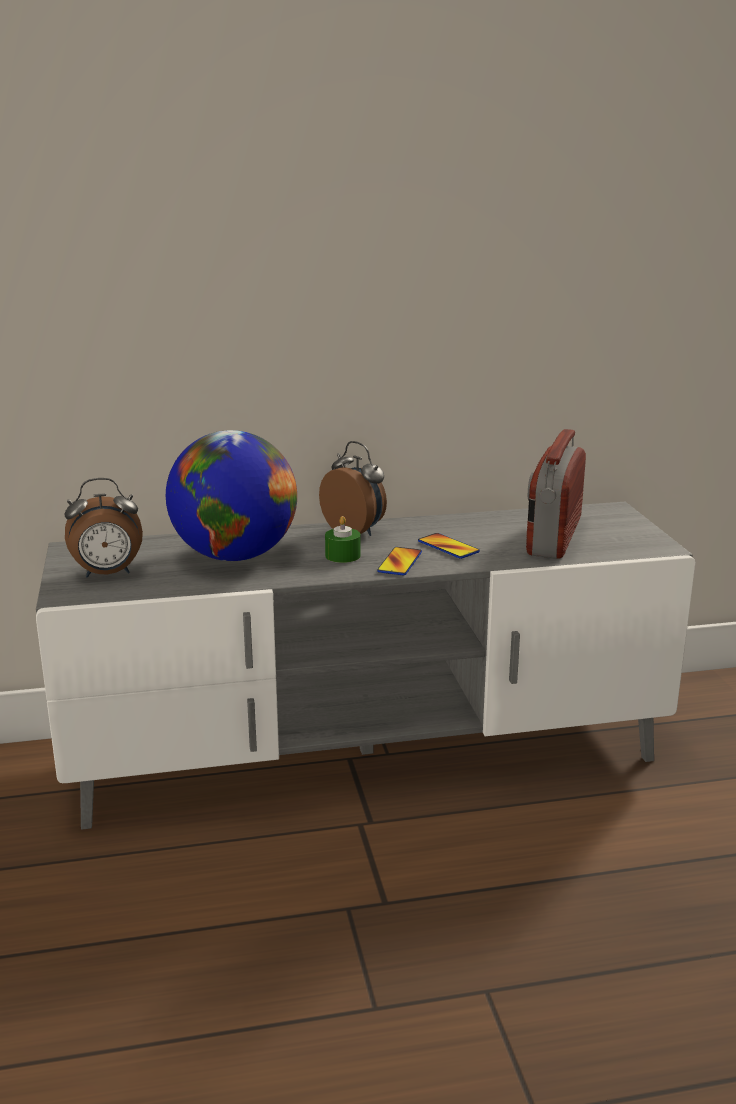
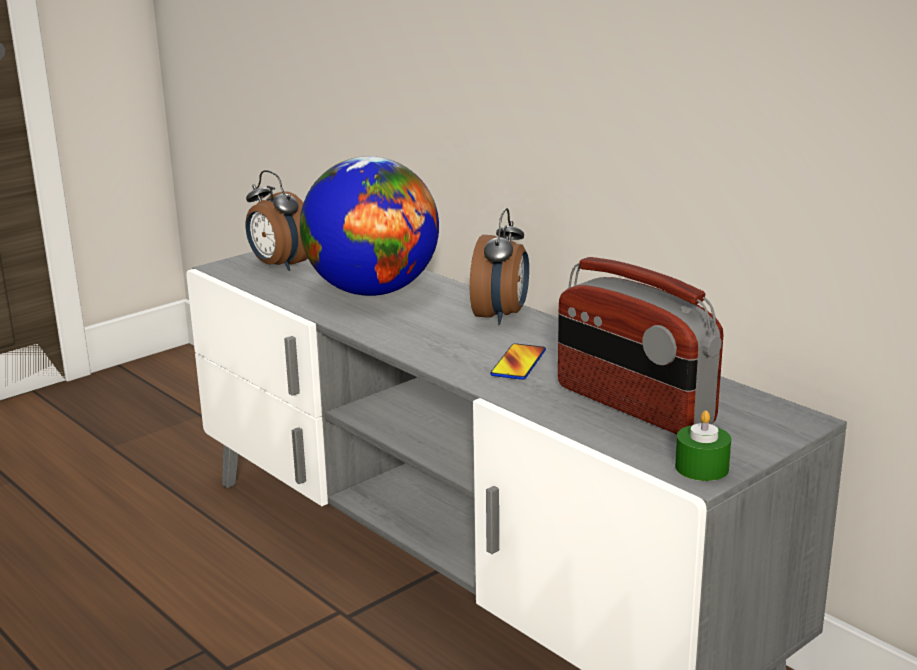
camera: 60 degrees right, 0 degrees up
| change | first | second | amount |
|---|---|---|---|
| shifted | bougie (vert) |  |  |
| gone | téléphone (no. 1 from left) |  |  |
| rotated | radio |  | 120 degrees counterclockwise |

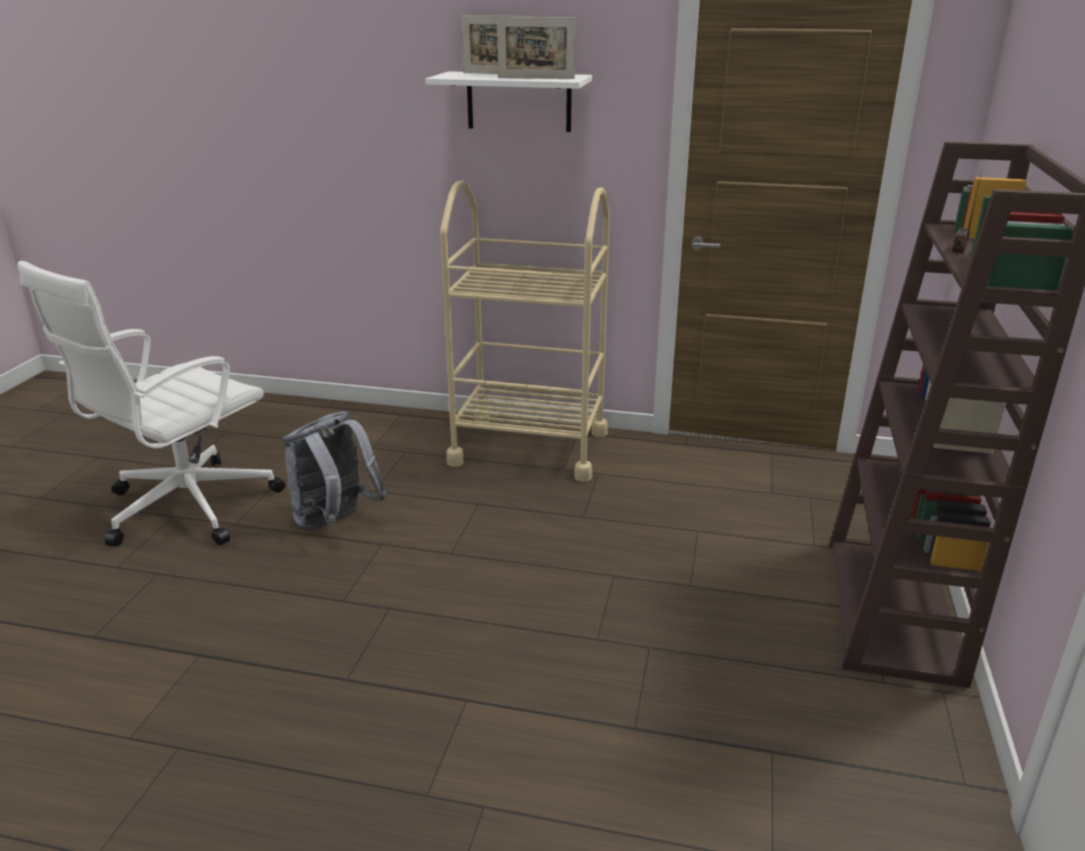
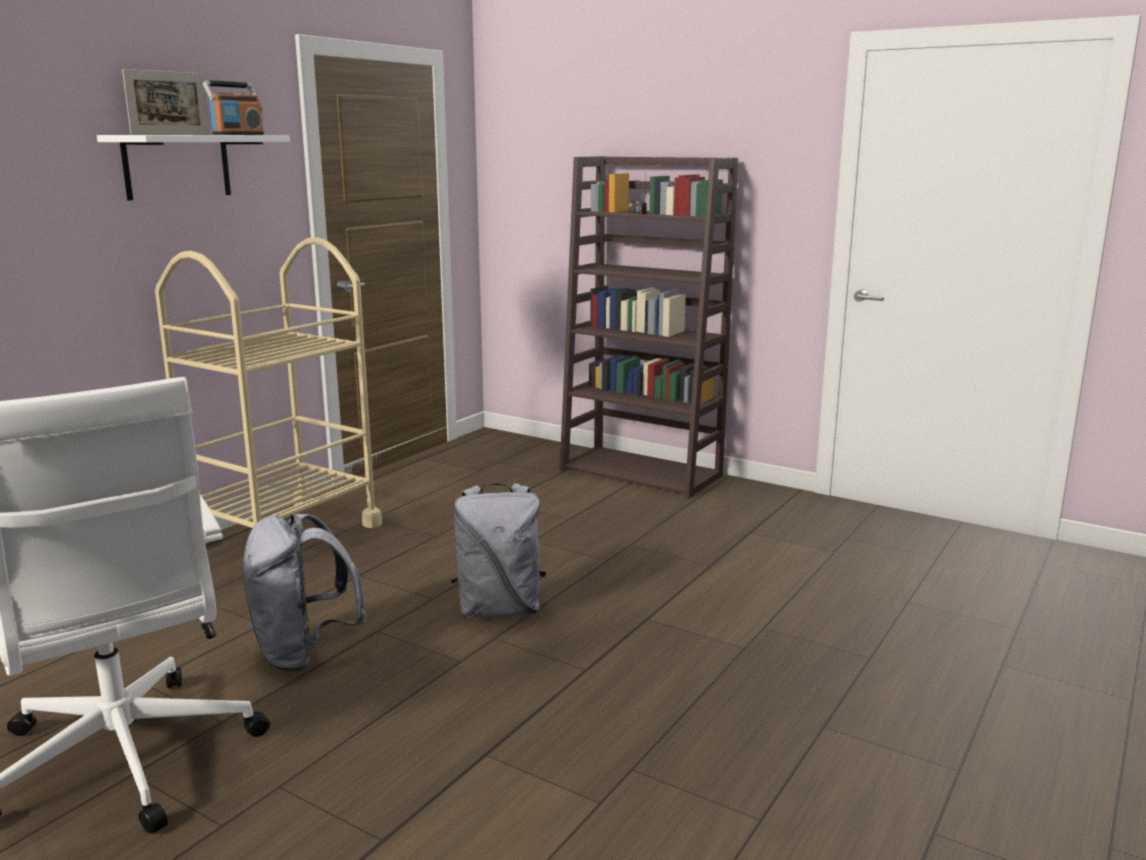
camera: 70 degrees left, 10 degrees down
| change | first | second | amount |
|---|---|---|---|
| swapped | cadre photo (no. 2 from left) | radio (no. 1 from left) |  |
| new |  | sac à dos (gris) (no. 2 from left) |  |

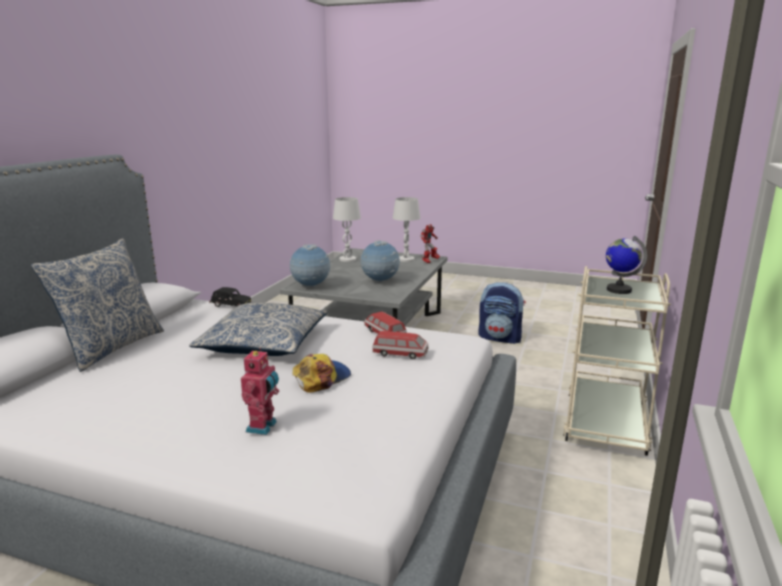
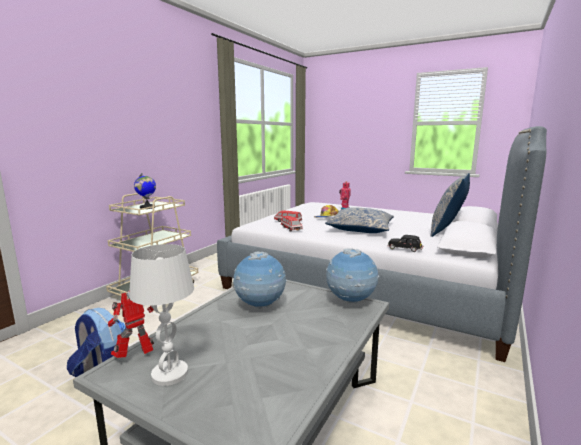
camera: 170 degrees left, 5 degrees down
| change | first | second | amount |
|---|---|---|---|
| gone | lampe de table (blanc) (no. 1 from left) |  |  |

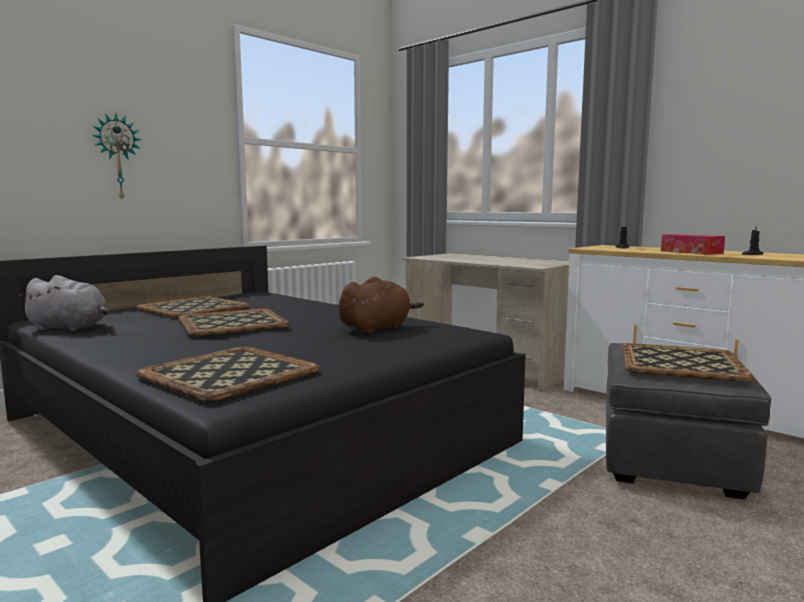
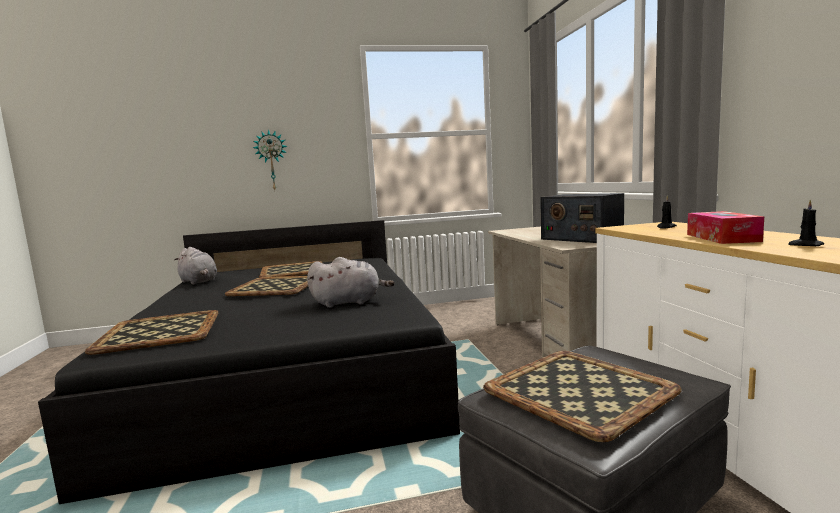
camera: 35 degrees right, 0 degrees up
| change | first | second | amount |
|---|---|---|---|
| repainted | peluche (marron) | peluche (gris) (no. 2 from left) |  |
| new |  | radio |  |

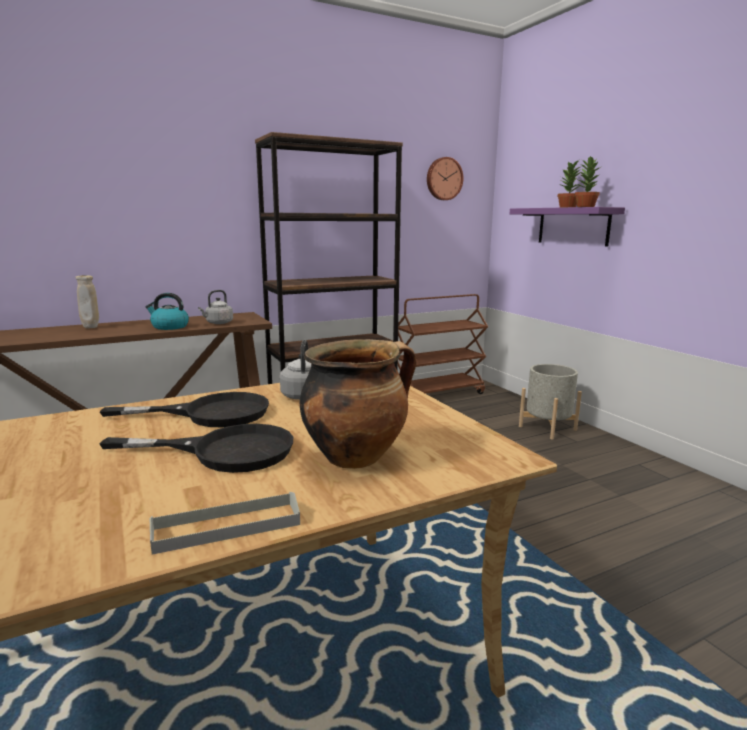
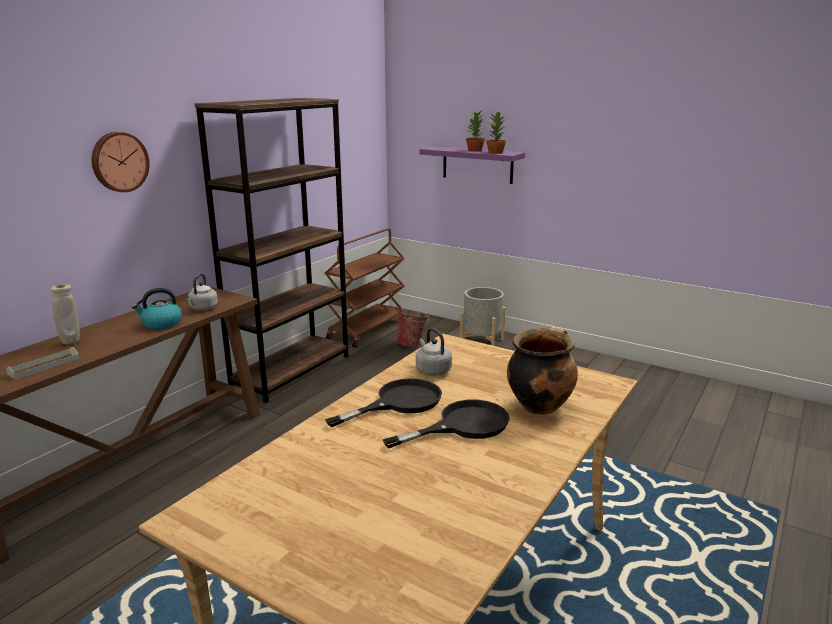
camera: 30 degrees left, 5 degrees up
| change | first | second | amount |
|---|---|---|---|
| shifted | plateau (gris) |  |  |
| shifted | horloge murale |  |  |
| new |  | seau |  |

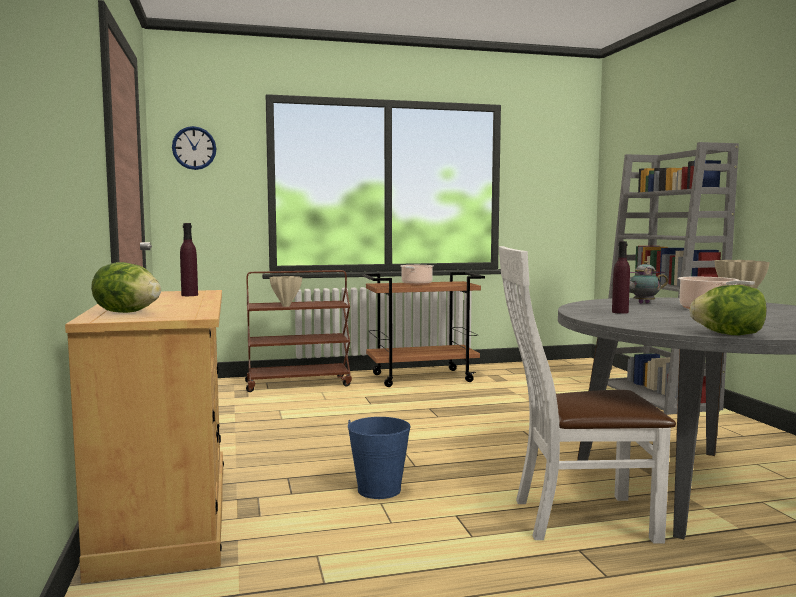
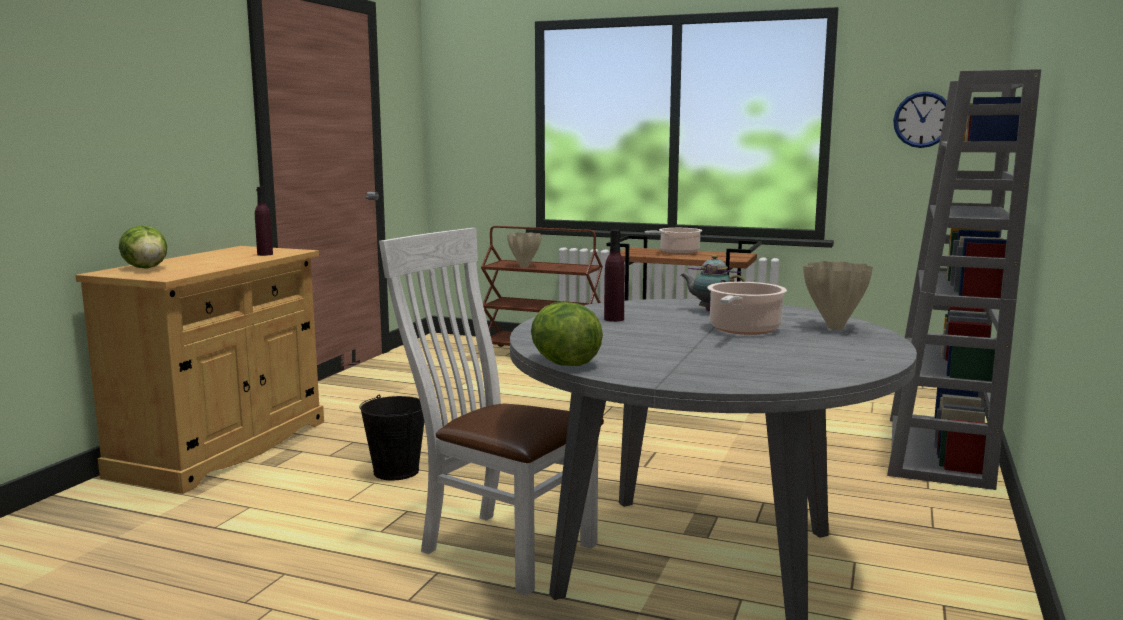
camera: 35 degrees right, 5 degrees up
| change | first | second | amount |
|---|---|---|---|
| shifted | horloge murale |  |  |
| repainted | seau (bleu) | seau (noir) |  |

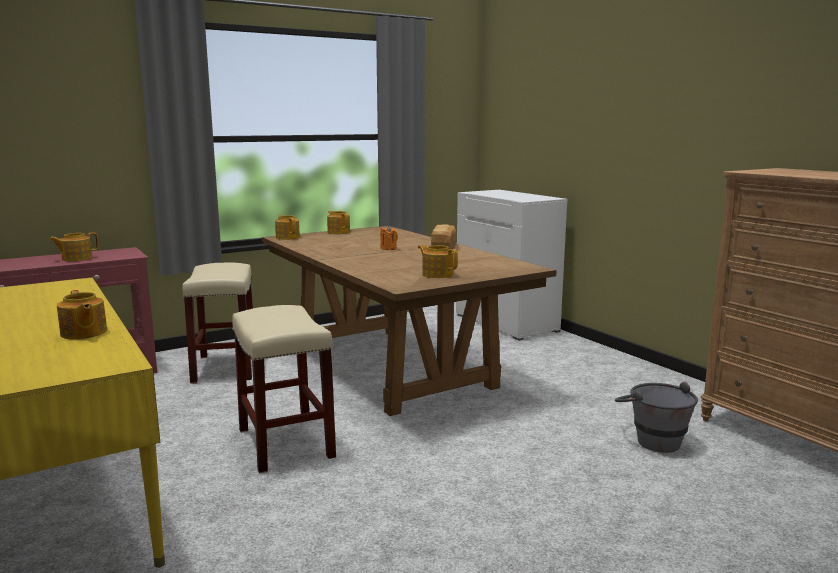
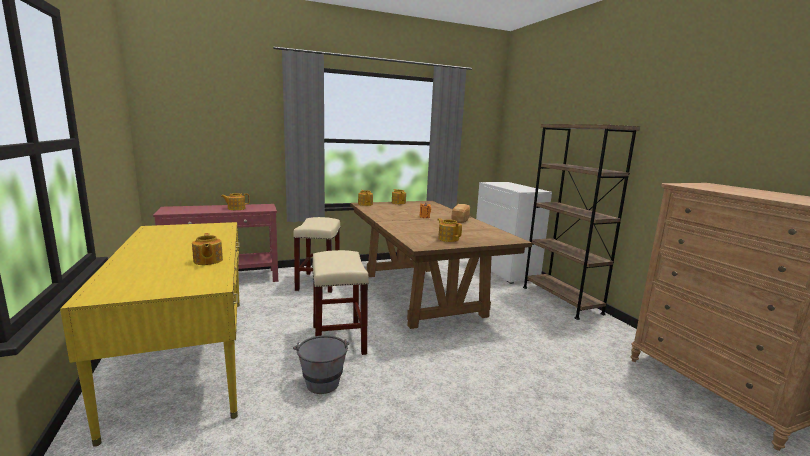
camera: 10 degrees right, 0 degrees up
| change | first | second | amount |
|---|---|---|---|
| shifted | seau (gris) |  |  |
| new |  | bibliothèque (marron) |  |

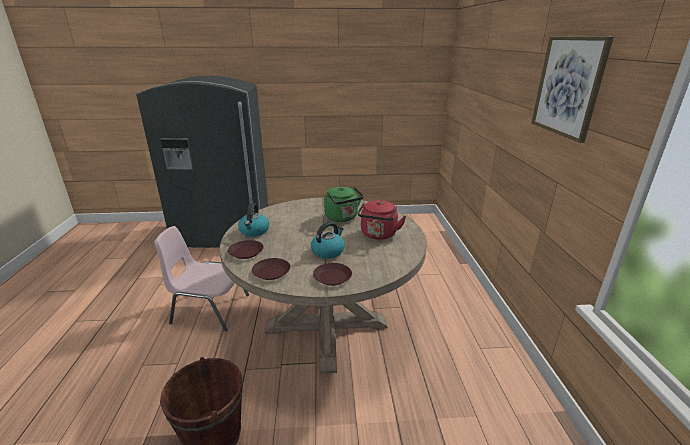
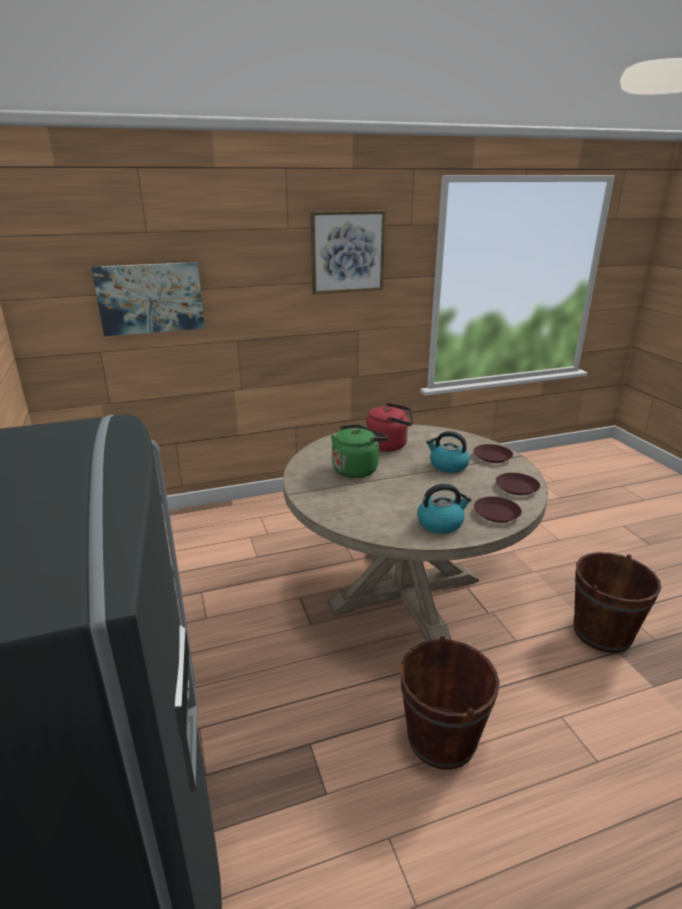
camera: 105 degrees left, 0 degrees up
| change | first | second | amount |
|---|---|---|---|
| swapped | chaise (rose) | seau (marron) (no. 1 from left) |  |
| new |  | tableau (no. 1 from left) |  |

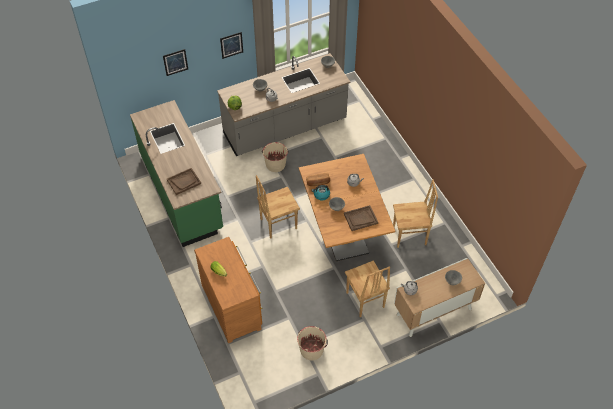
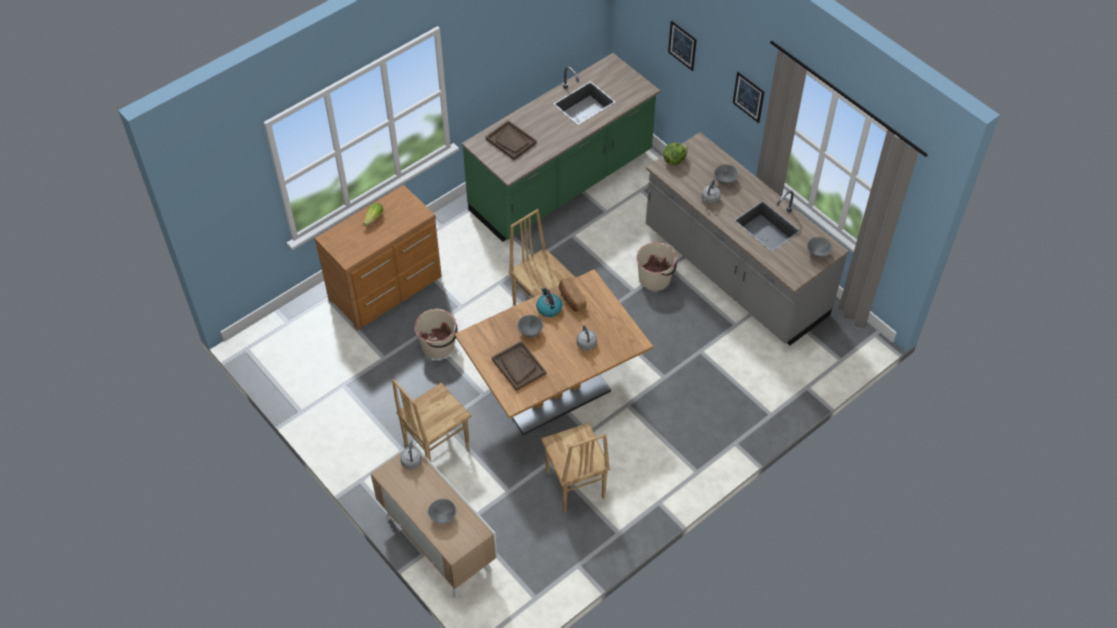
camera: 75 degrees right, 0 degrees up
| change | first | second | amount |
|---|---|---|---|
| shifted | seau (beige) (no. 2 from left in the first image) | seau (beige) (no. 1 from left) |  |

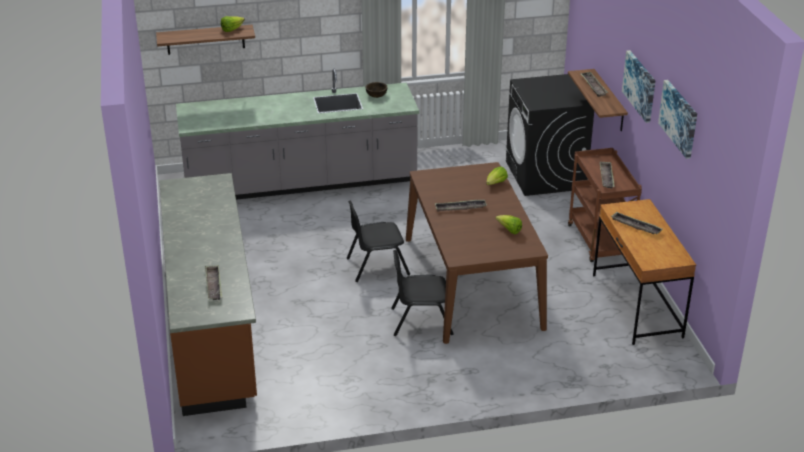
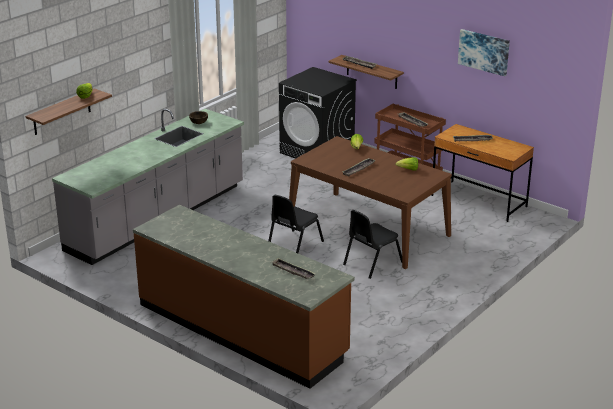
camera: 40 degrees left, 5 degrees down
| change | first | second | amount |
|---|---|---|---|
| gone | tableau (no. 1 from left) |  |  |

